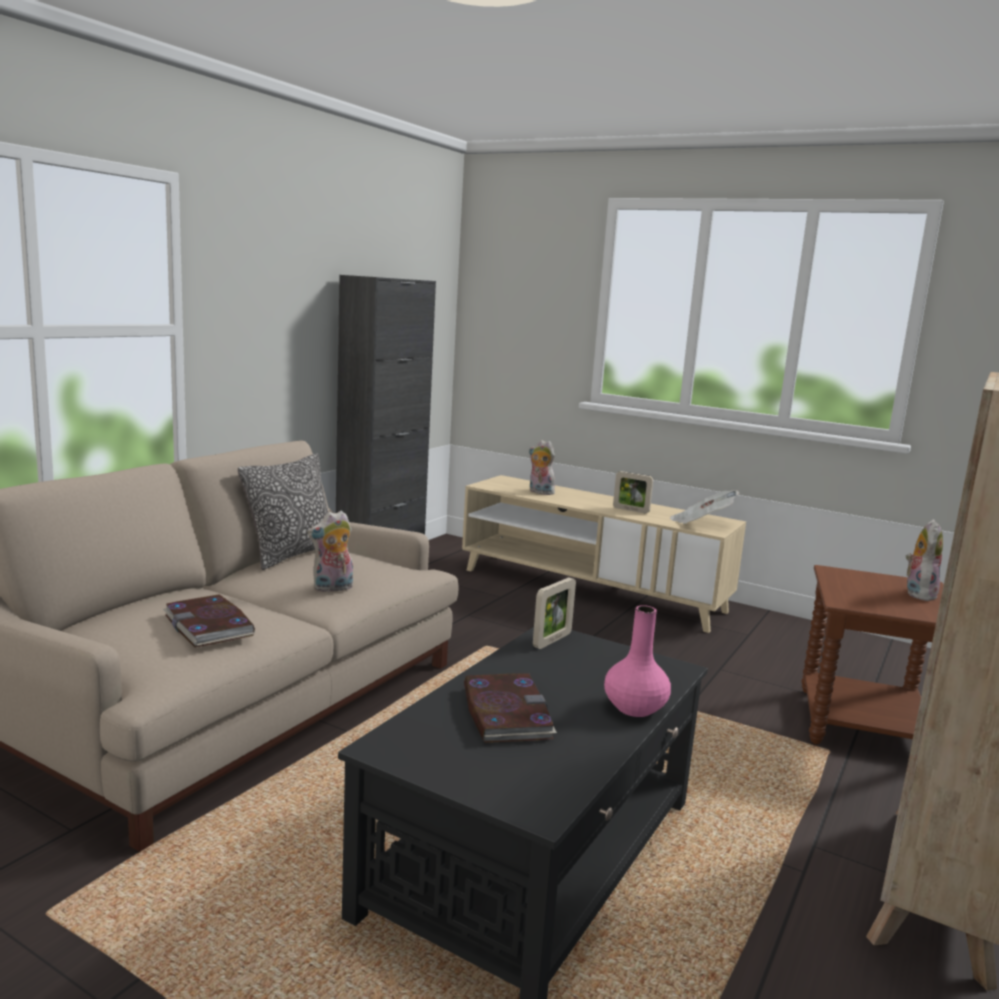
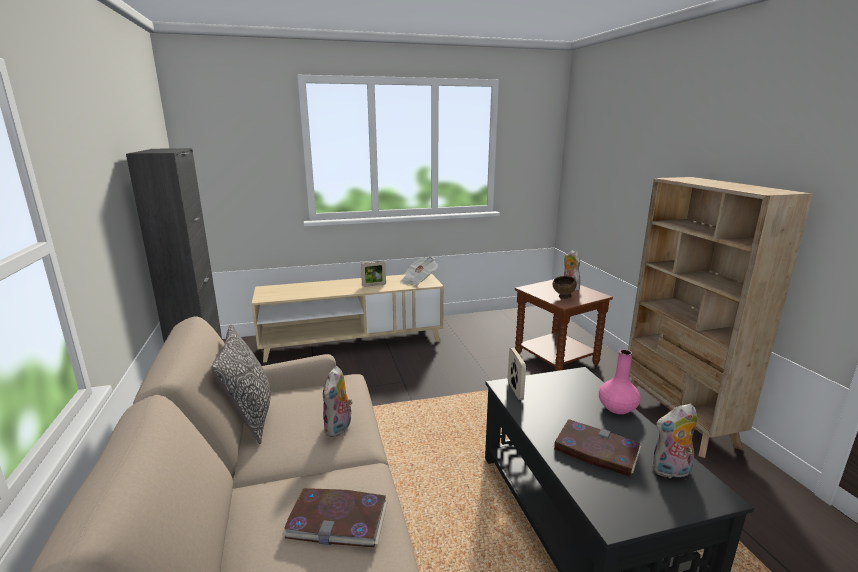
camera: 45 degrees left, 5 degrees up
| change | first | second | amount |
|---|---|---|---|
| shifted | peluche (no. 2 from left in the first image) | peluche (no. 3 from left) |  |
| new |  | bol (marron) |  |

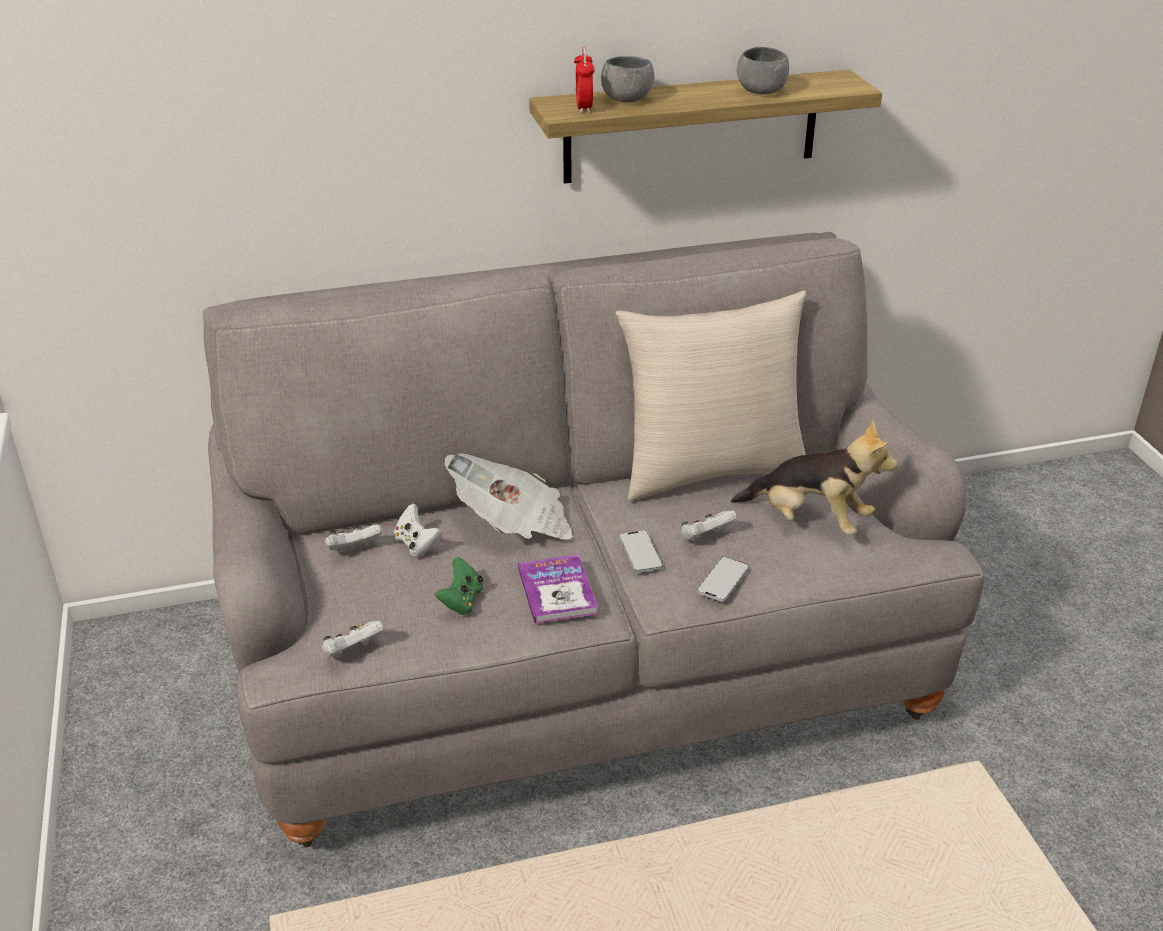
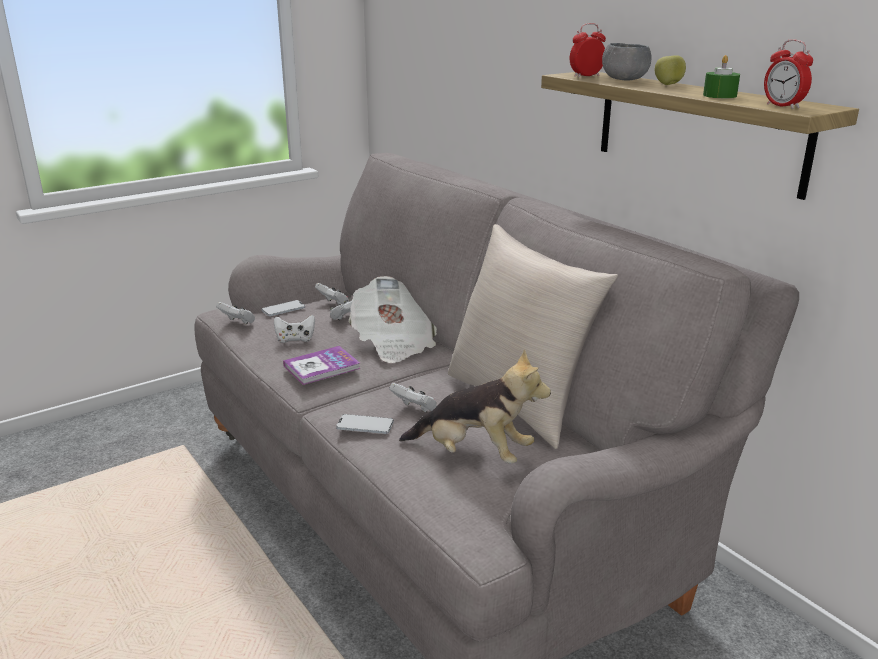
camera: 70 degrees right, 10 degrees down
| change | first | second | amount |
|---|---|---|---|
| repainted | manette (vert) | manette (blanc) (no. 2 from left) |  |
| shifted | téléphone (no. 1 from left) |  |  |
| rotated | peluche |  | 75 degrees counterclockwise |
| swapped | bol (gris) (no. 2 from left) | bougie (vert) |  |
| new |  | pomme |  |
| new |  | réveil (no. 2 from left) |  |

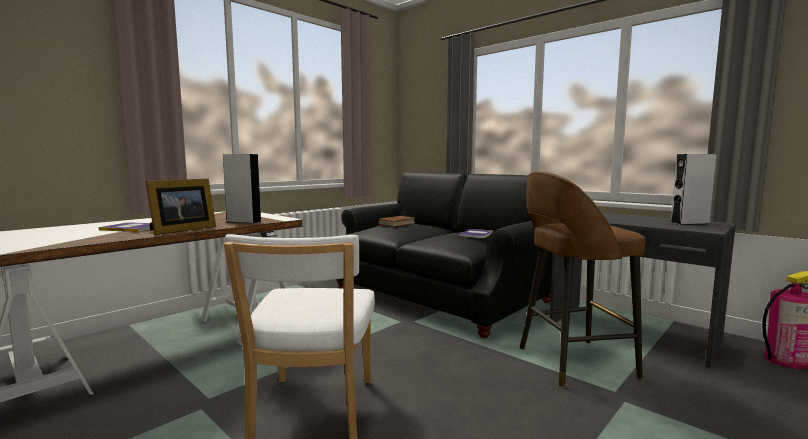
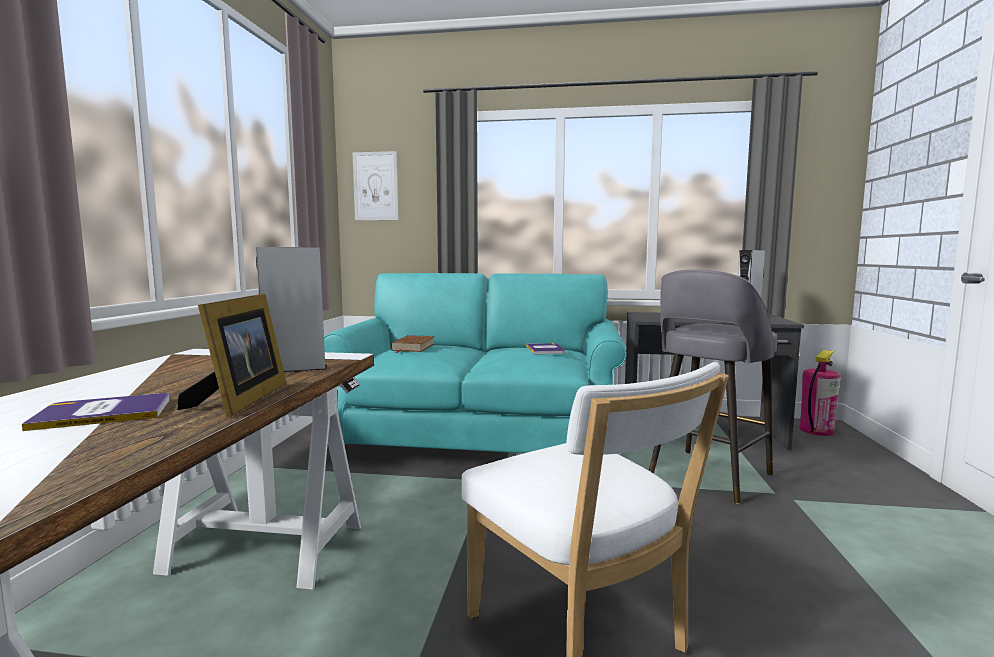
camera: 35 degrees left, 0 degrees up
| change | first | second | amount |
|---|---|---|---|
| repainted | canapé (noir) | canapé (turquoise) |  |
| repainted | tabouret (marron) | tabouret (gris) |  |
| new |  | tableau |  |

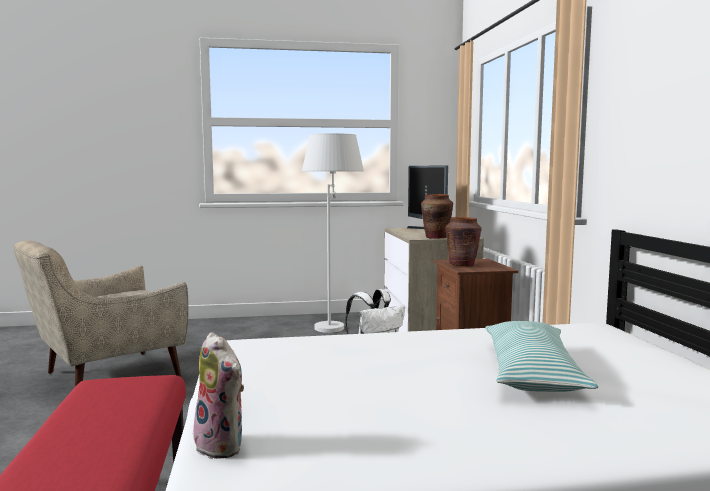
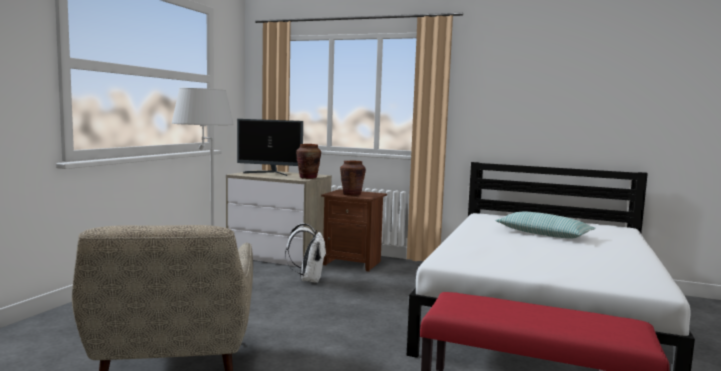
camera: 60 degrees left, 0 degrees up
| change | first | second | amount |
|---|---|---|---|
| gone | peluche |  |  |

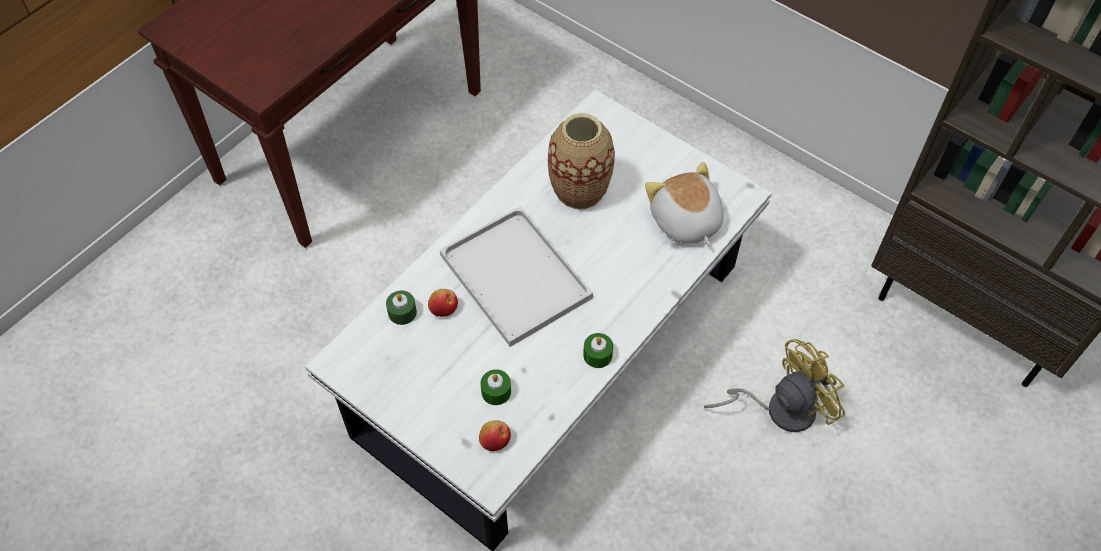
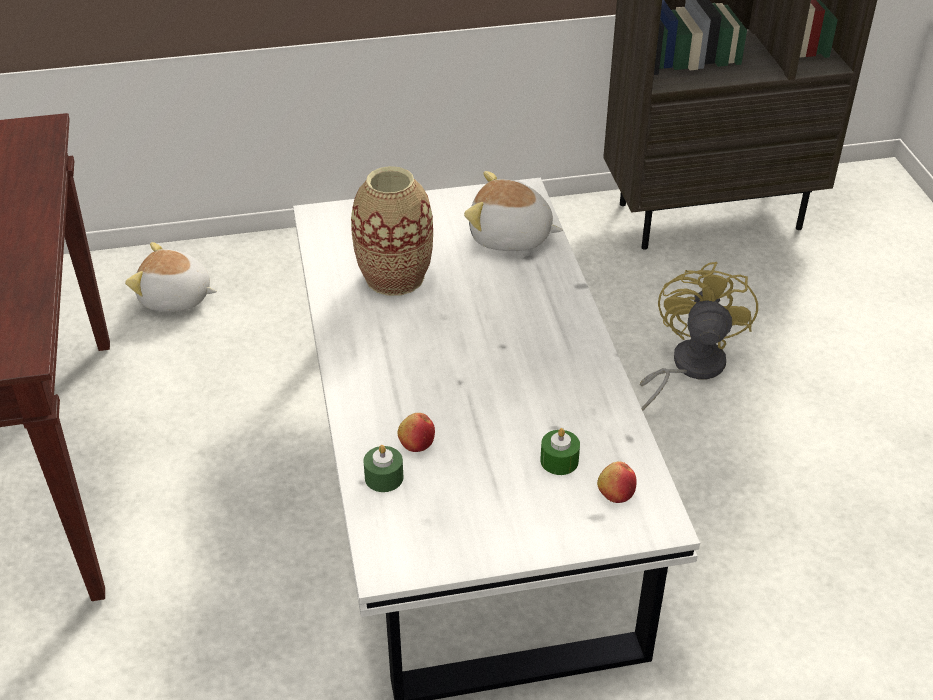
camera: 50 degrees left, 15 degrees down
| change | first | second | amount |
|---|---|---|---|
| gone | plateau (blanc) |  |  |
| gone | bougie (vert) (no. 3 from left) |  |  |
| new |  | peluche (no. 1 from left) |  |

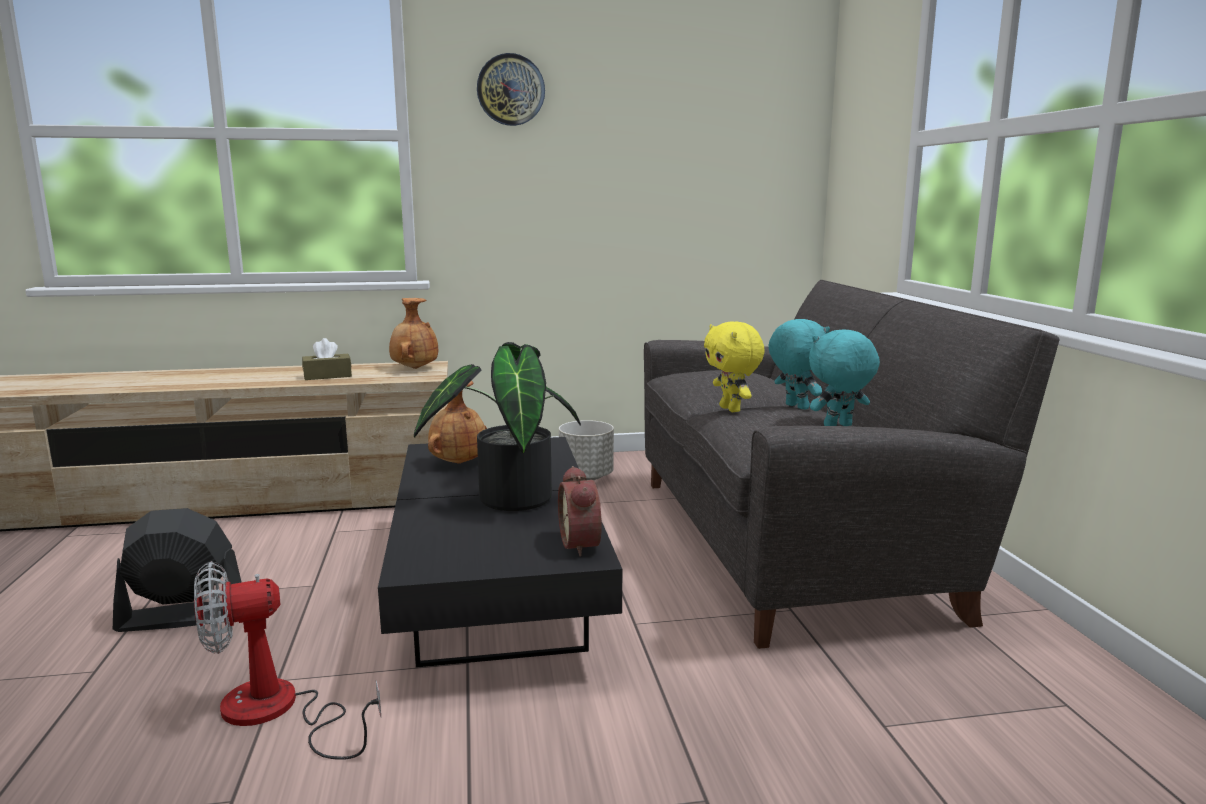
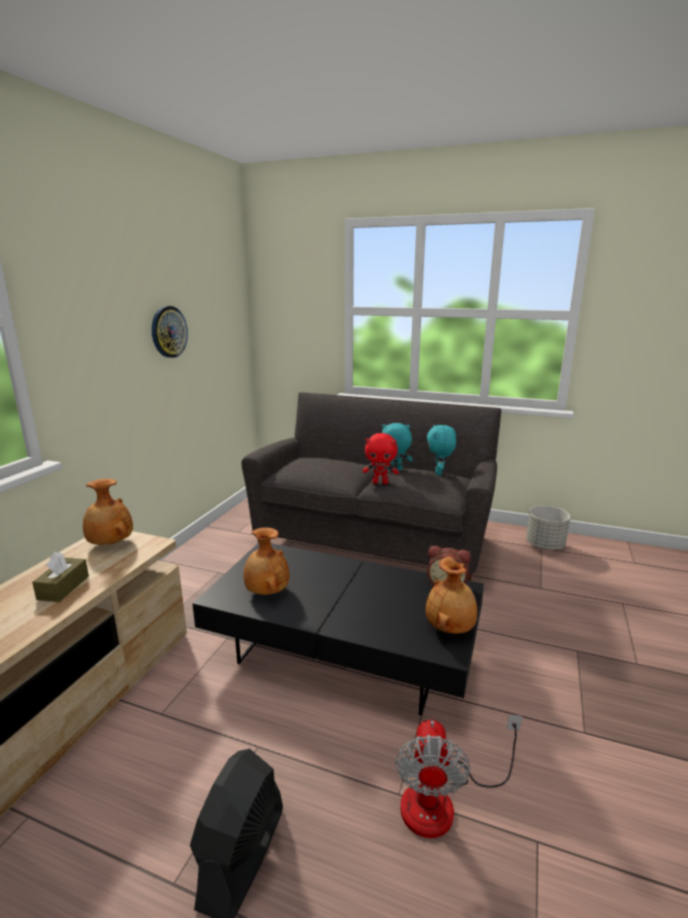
camera: 60 degrees left, 5 degrees up
| change | first | second | amount |
|---|---|---|---|
| gone | plante en pot |  |  |
| shifted | horloge murale |  |  |
| shifted | cache-pot (gris) |  |  |
| repainted | peluche (jaune) | peluche (rouge) |  |
| new |  | vase (marron) (no. 3 from left) |  |

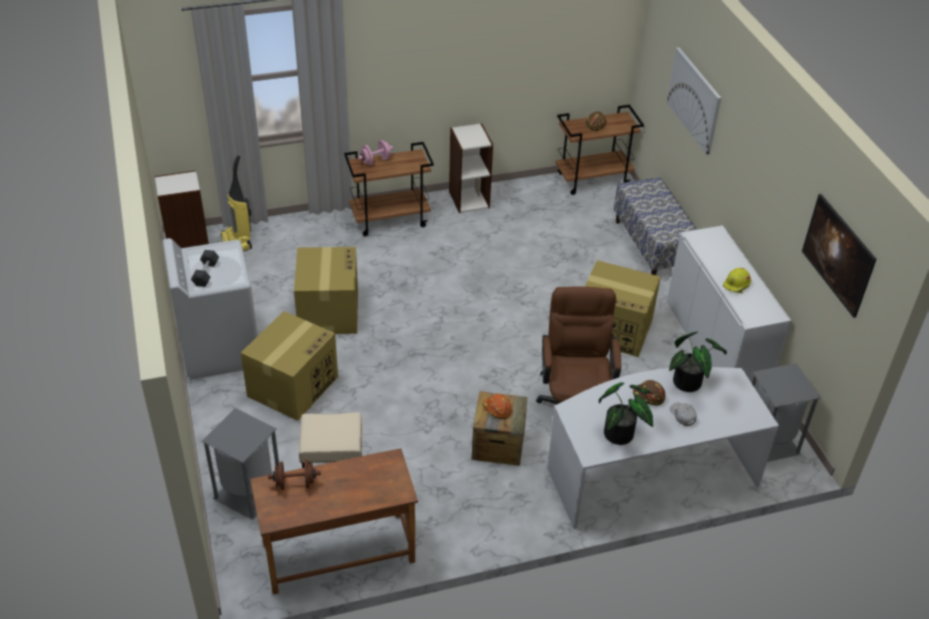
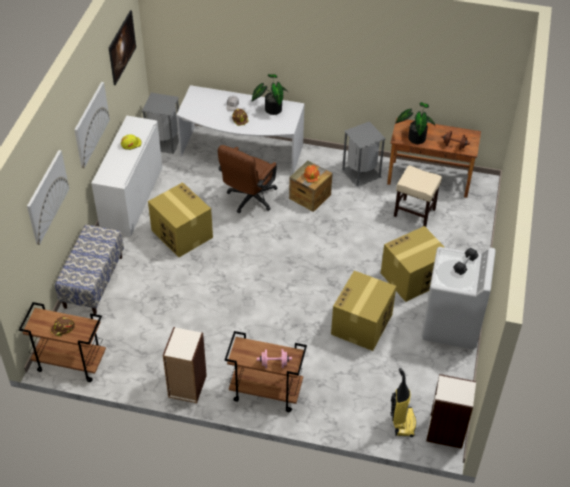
camera: 150 degrees left, 5 degrees up
| change | first | second | amount |
|---|---|---|---|
| shifted | poubelle (gris) (no. 1 from left in the first image) | poubelle (gris) (no. 2 from left) |  |
| shifted | plante en pot (no. 2 from left) |  |  |
| new |  | tableau (no. 2 from left) |  |

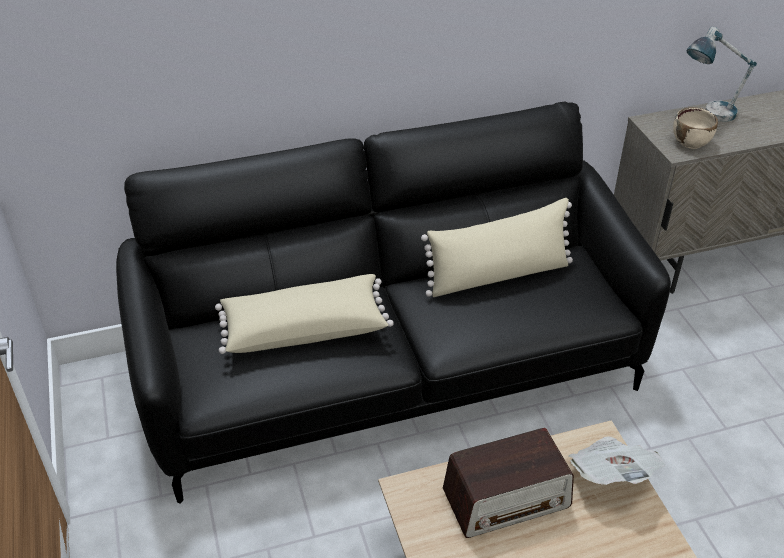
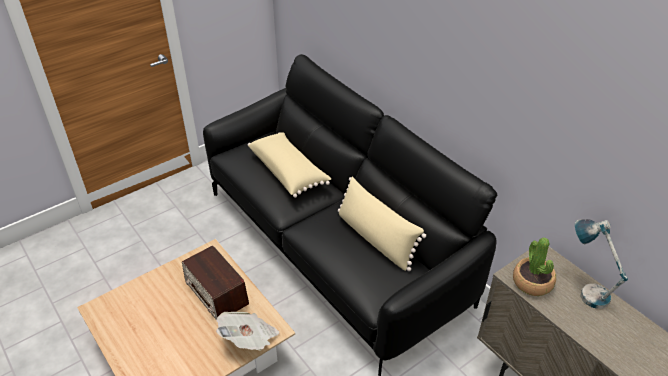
camera: 70 degrees right, 0 degrees up
| change | first | second | amount |
|---|---|---|---|
| swapped | bol (beige) | plante en pot |  |

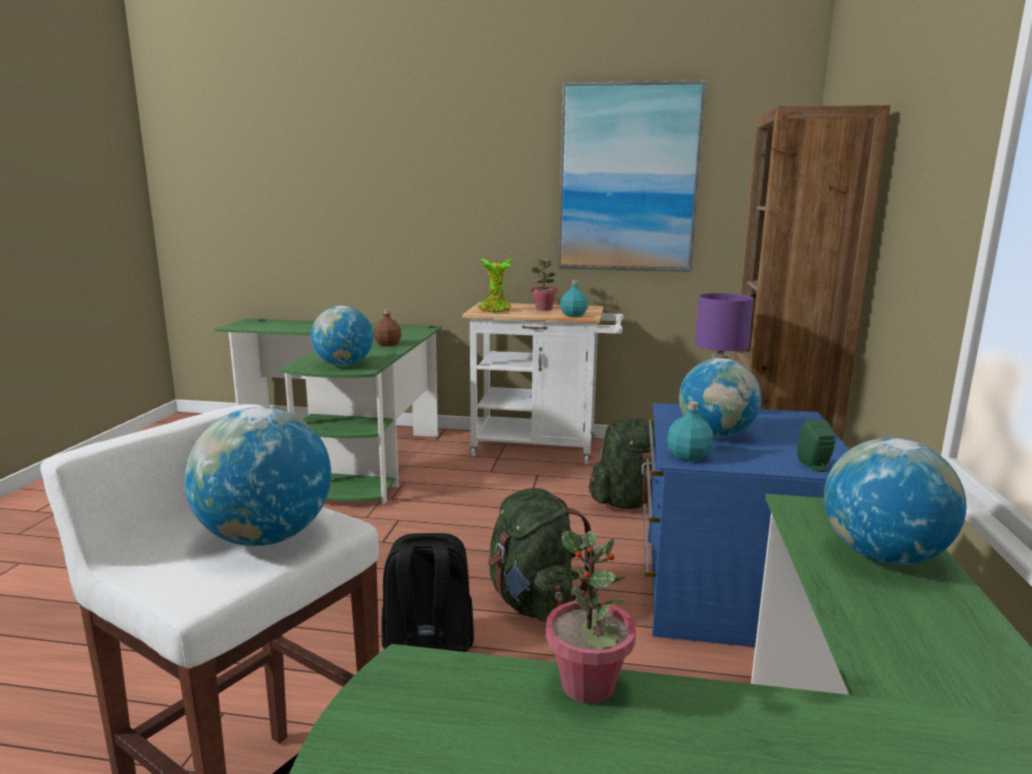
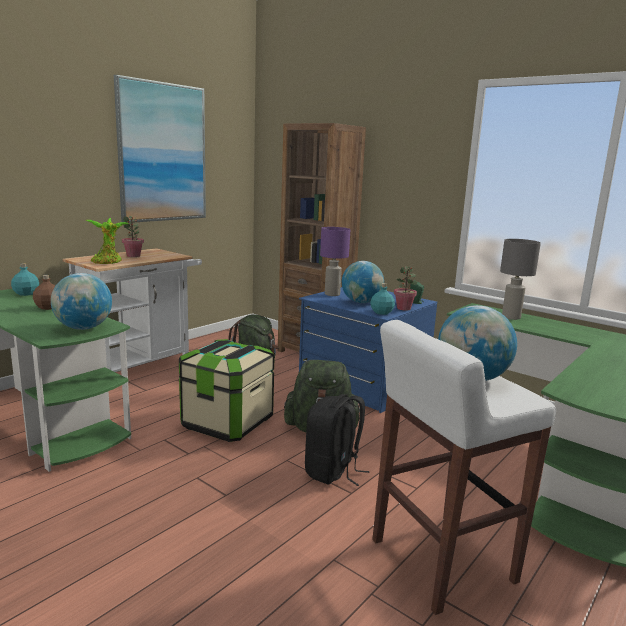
camera: 60 degrees left, 0 degrees up
| change | first | second | amount |
|---|---|---|---|
| shifted | plante en pot (no. 3 from left) |  |  |
| shifted | bouteille (turquoise) (no. 1 from left) |  |  |
| swapped | globe (no. 4 from left) | lampe de table (gris) |  |
| new |  | boîte de rangement |  |

